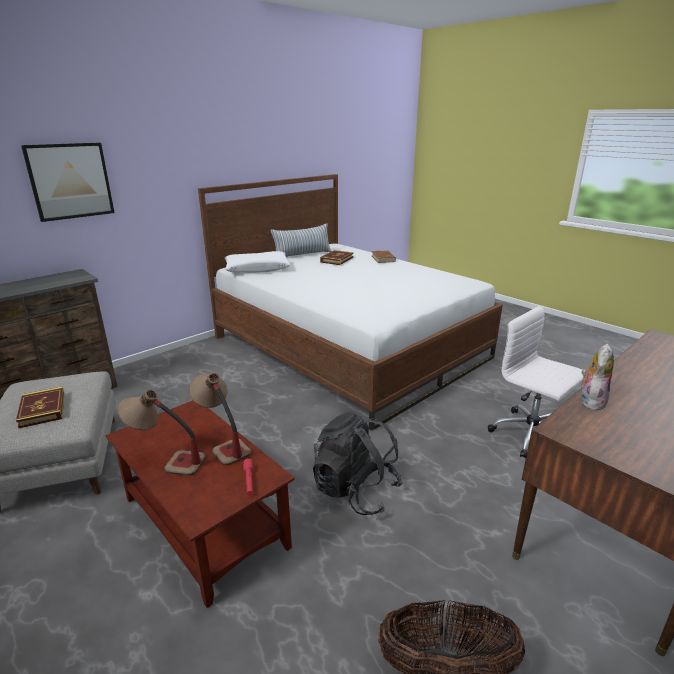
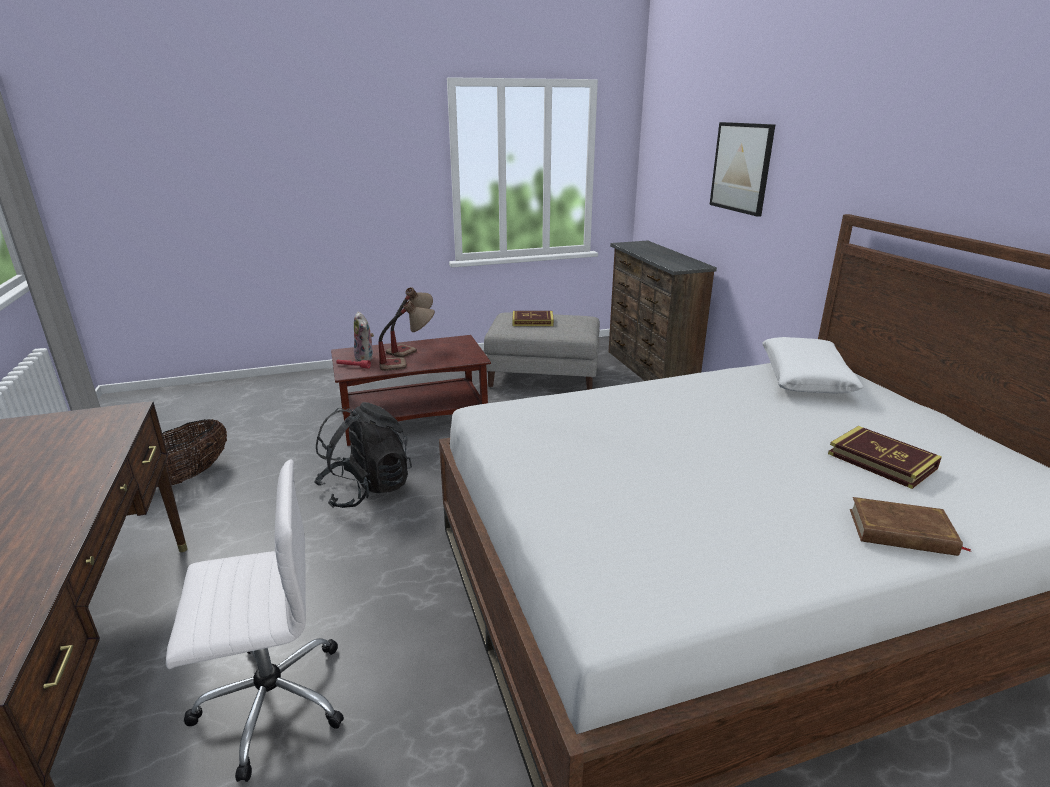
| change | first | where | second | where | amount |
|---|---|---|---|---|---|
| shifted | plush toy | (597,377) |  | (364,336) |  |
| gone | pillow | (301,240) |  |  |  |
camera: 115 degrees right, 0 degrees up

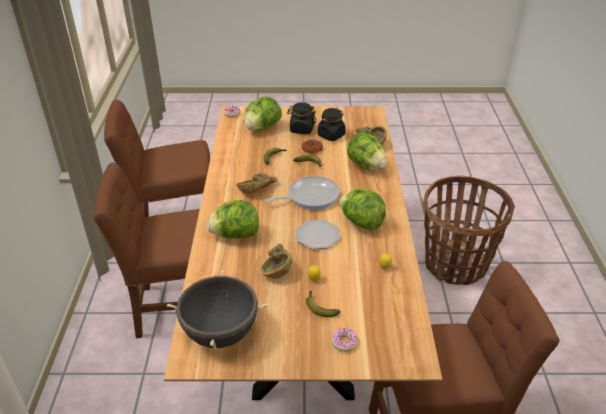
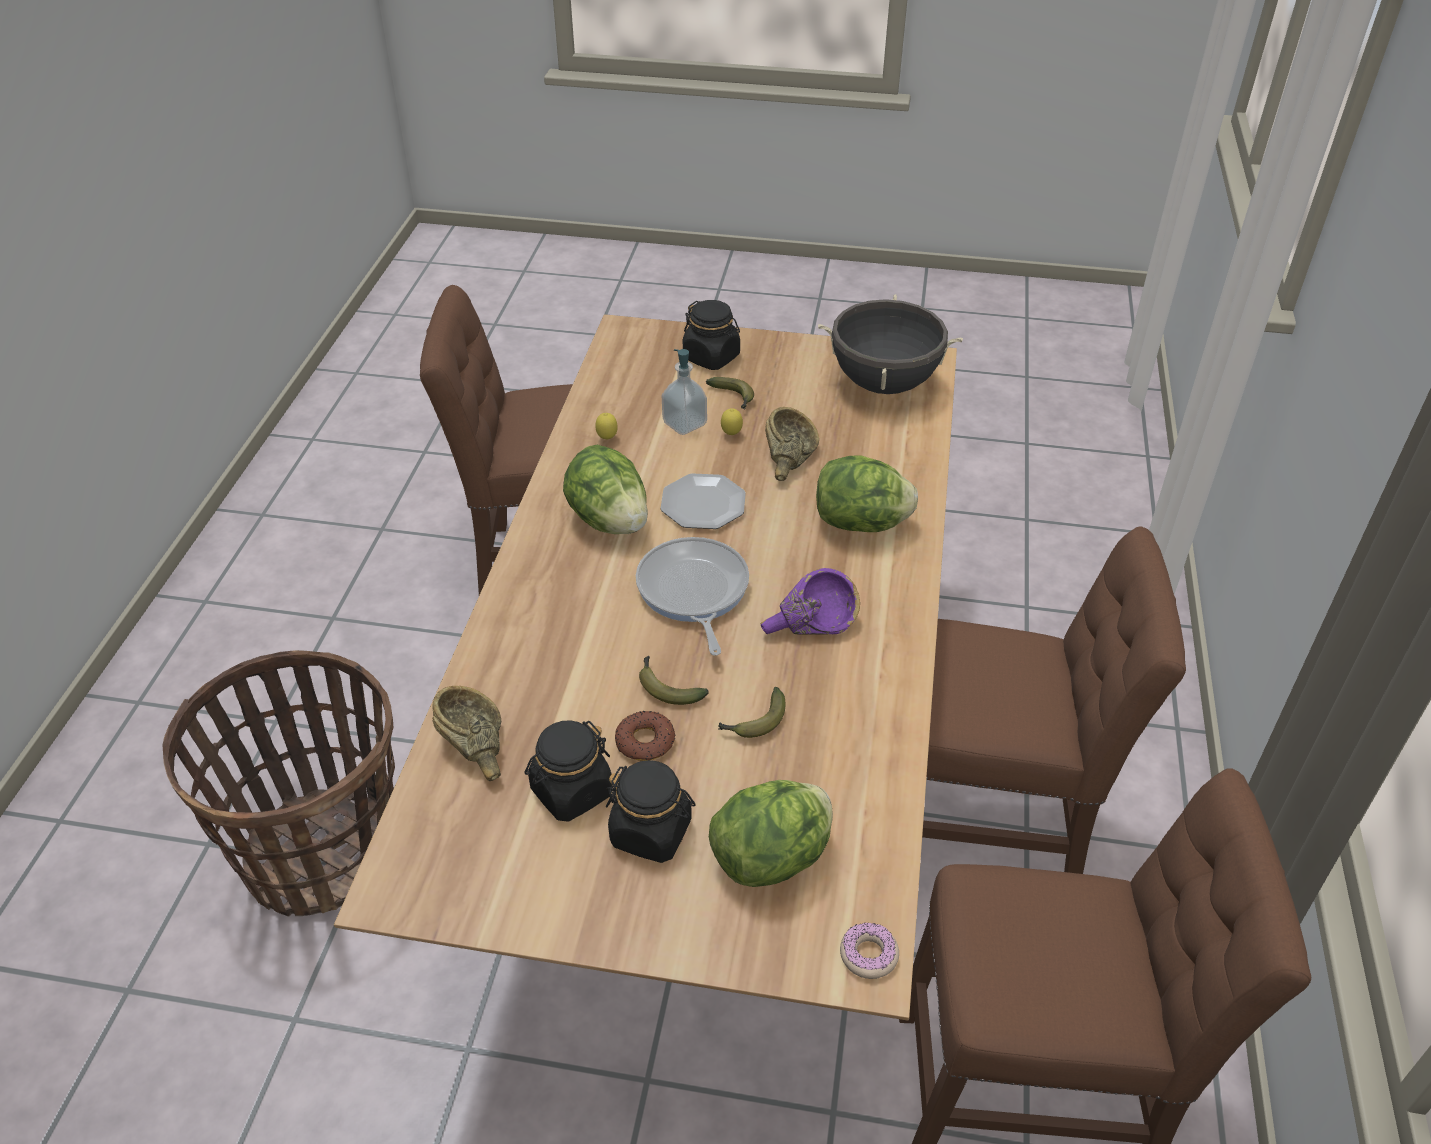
| change | first | where | second | where | amount |
|---|---|---|---|---|---|
| rotated | frying pan | (302,193) |  | (692,596) | 90 degrees clockwise |
| new |  |  | soap dispenser | (684,392) |  |
| swapped | donut | (344,340) | jar in black | (711,335) |  |
| repainted | bowl in brown | (257,183) | bowl in purple | (810,601) |  |
| gone | lettuce | (367,151) |  |  |  |
camera: 170 degrees left, 5 degrees up

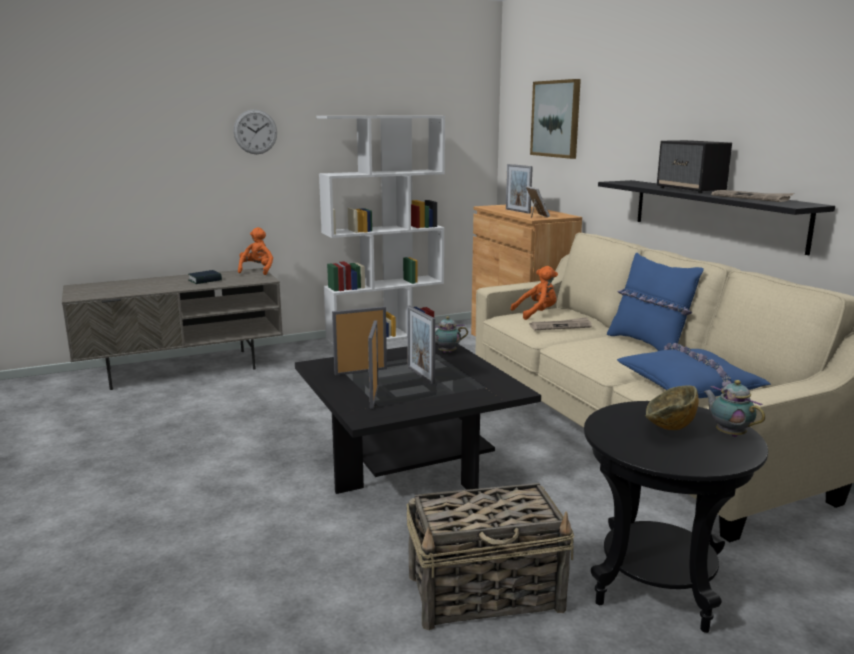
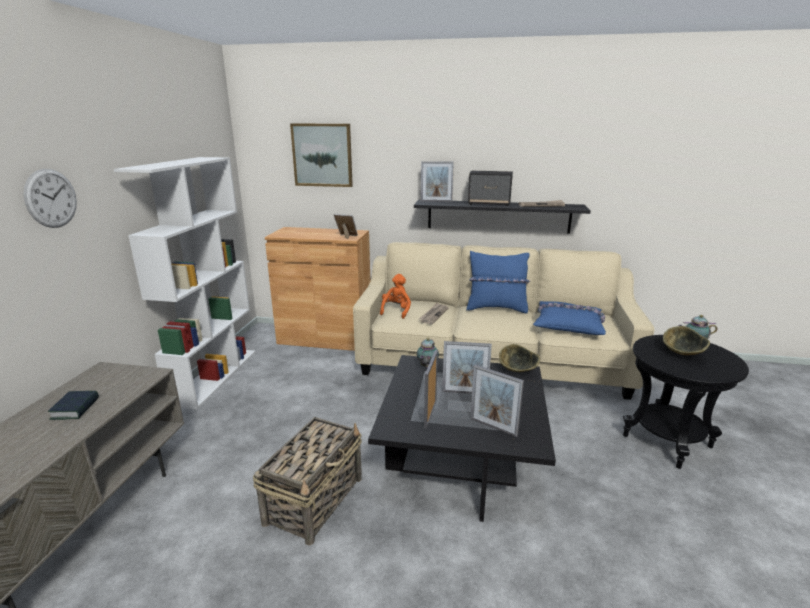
| change | first | where | second | where | amount |
|---|---|---|---|---|---|
| shifted | basket | (490,556) |  | (307,481) |  |
| shifted | picture frame | (519,189) |  | (437,181) |  |
| new |  |  | bowl | (519,358) |  |
| gone | plush toy in orange | (255,251) |  |  |  |
camera: 55 degrees left, 5 degrees up

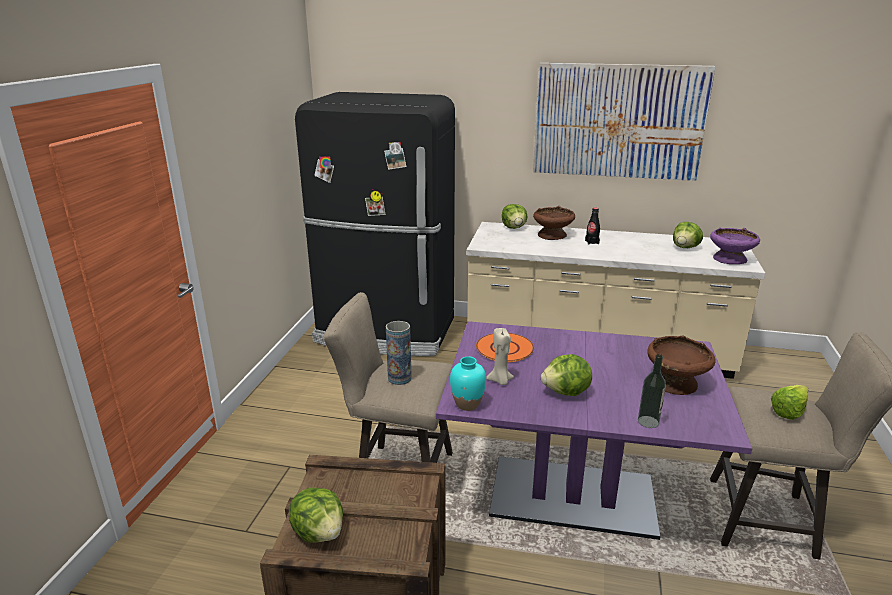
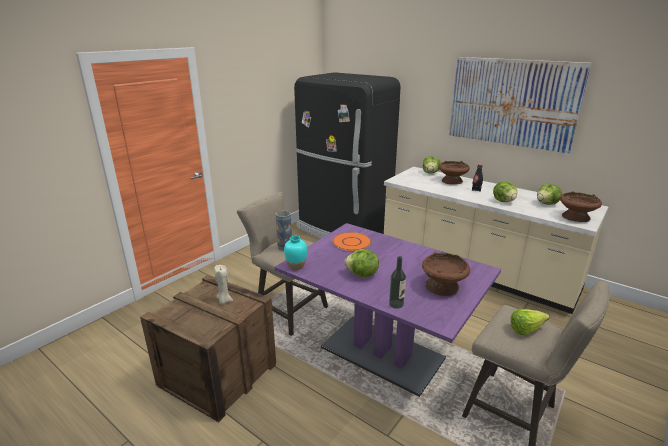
| change | first | where | second | where | amount |
|---|---|---|---|---|---|
| shifted | candle in beige | (500,356) |  | (223,284) |  |
| shifted | lettuce | (316,515) |  | (505,192) |  |
| repainted | bowl in purple | (735,245) | bowl in brown | (581,206) |  |
camera: 25 degrees right, 0 degrees up

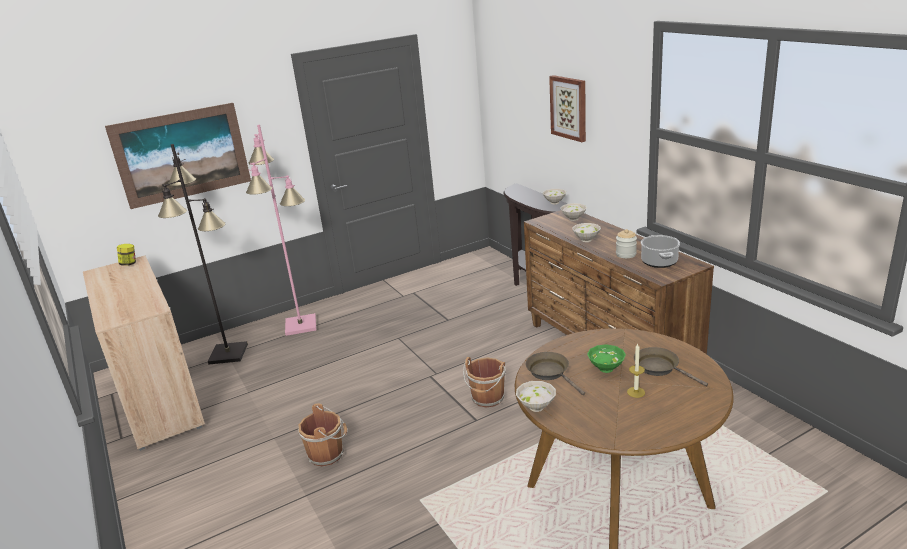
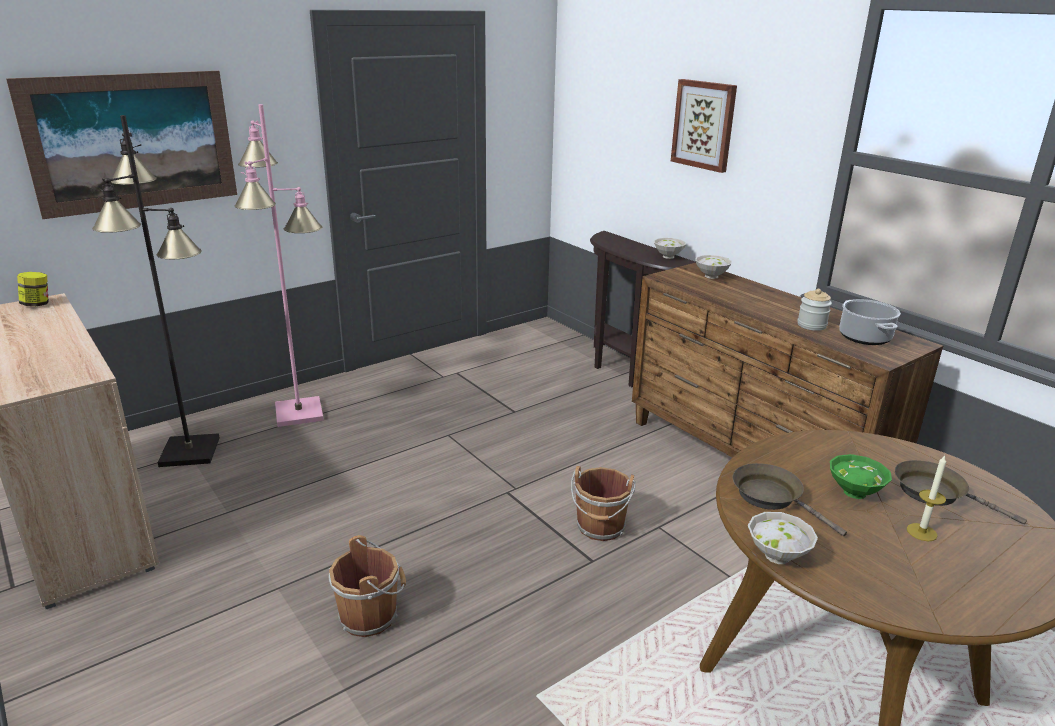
| change | first | where | second | where | amount |
|---|---|---|---|---|---|
| gone | bowl in white | (586,232) |  |  |  |
camera: 10 degrees left, 0 degrees up

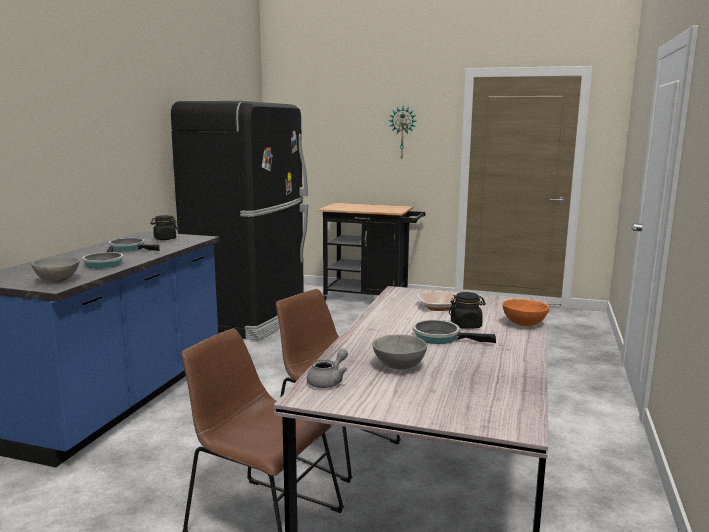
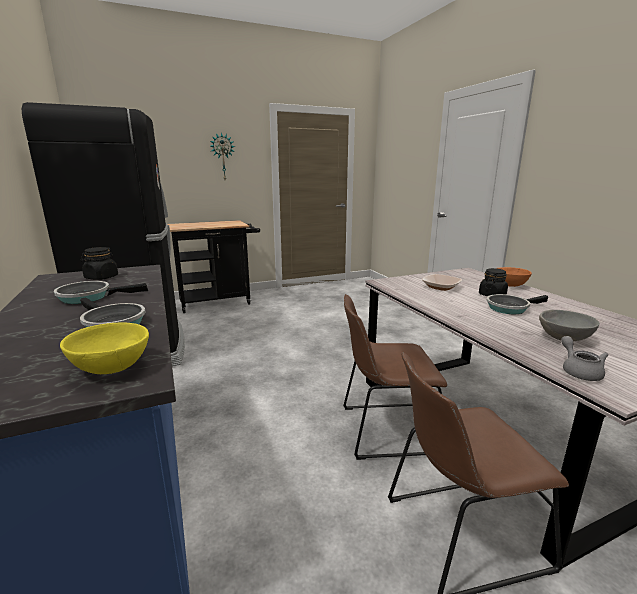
| change | first | where | second | where | amount |
|---|---|---|---|---|---|
| repainted | bowl in grey | (55,269) | bowl in yellow | (104,348) |  |
camera: 40 degrees left, 5 degrees up

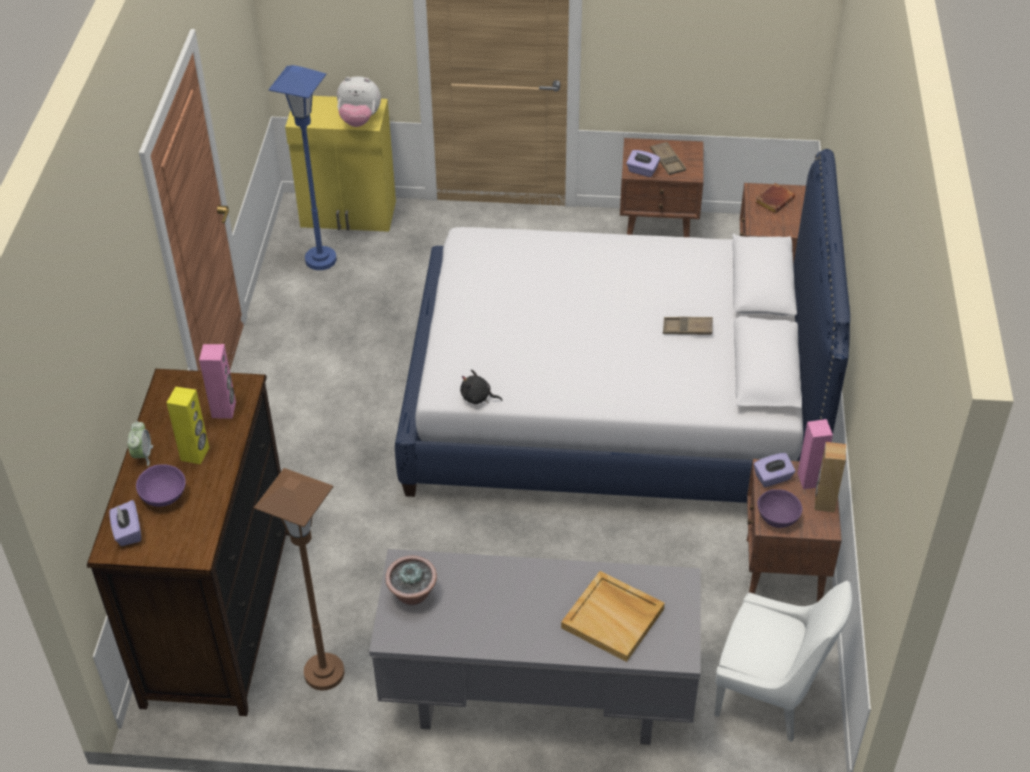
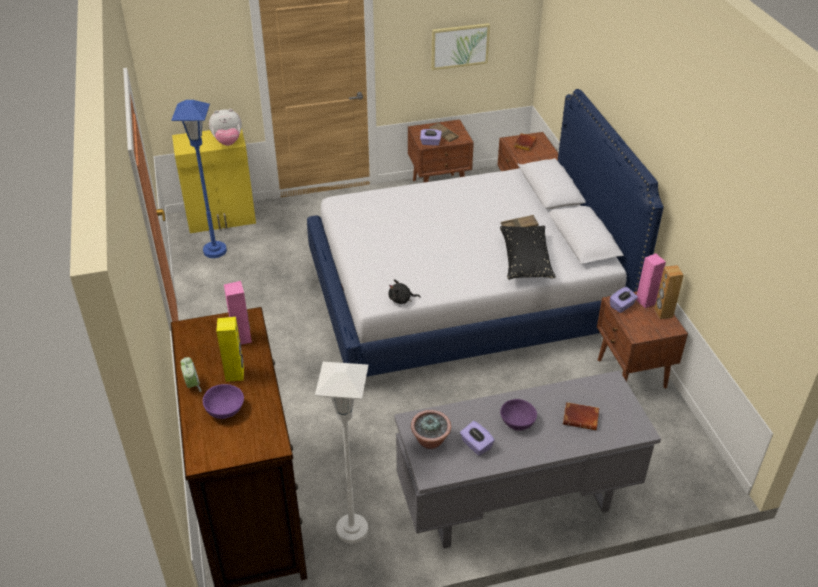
| change | first | where | second | where | amount |
|---|---|---|---|---|---|
| repainted | floor lamp in brown | (299,579) | floor lamp in white | (341,452) |  |
| new |  |  | picture | (460,46) |  |
| shifted | tissue box in purple | (125,523) |  | (477,438) |  |
| new |  |  | pillow in black | (528,253) |  |
| shifted | bowl in purple | (779,508) |  | (518,415) |  |
| swapped | tray in beige | (613,616) | book in brown | (581,416) |  |
| gone | chair in white | (783,661) |  |  |  |
camera: 20 degrees left, 5 degrees down

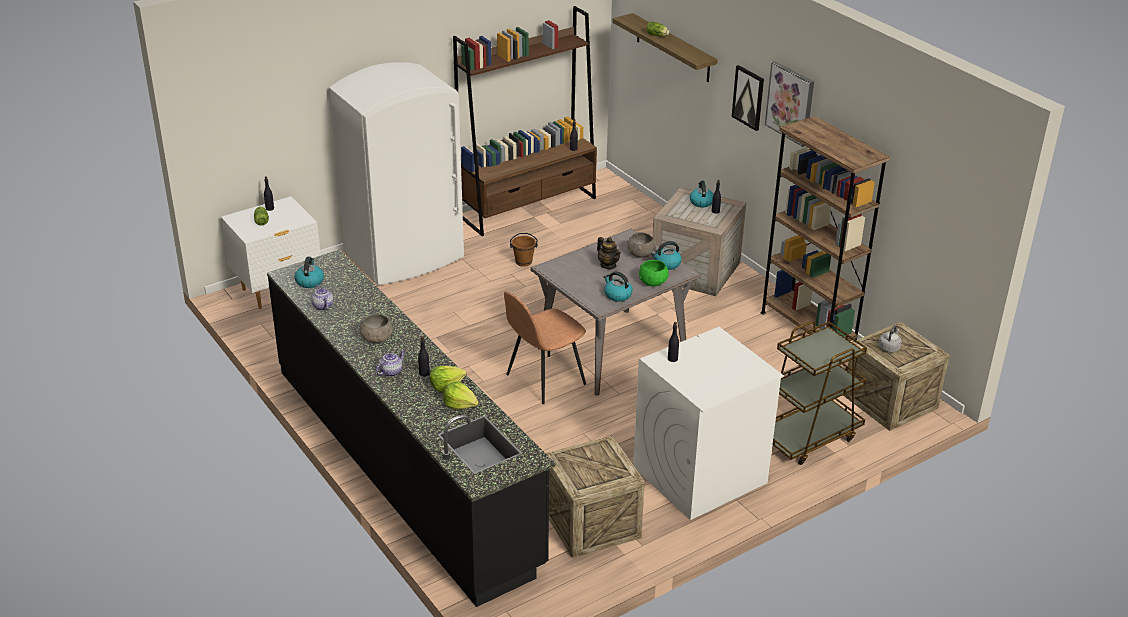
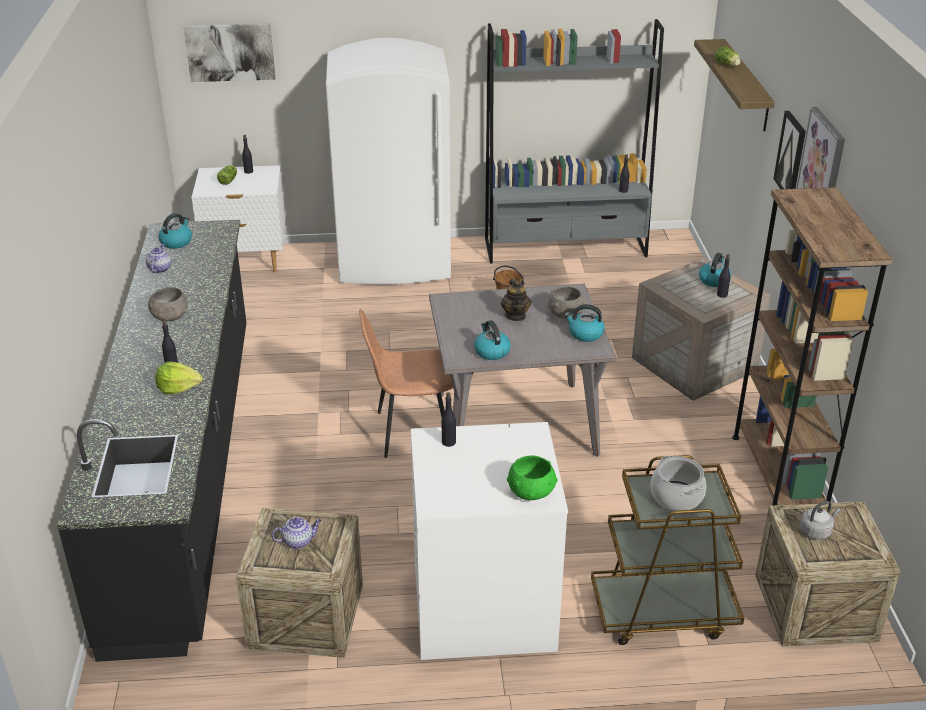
| change | first | where | second | where | amount |
|---|---|---|---|---|---|
| new |  |  | picture | (229,52) |  |
| shifted | teapot | (390,363) |  | (296,533) |  |
| repainted | bookcase in brown | (525,121) | bookcase in grey | (574,141) |  |
| shifted | bowl in green | (654,273) |  | (532,478) |  |
| new |  |  | cooking pot | (678,483) |  |
| gone | lettuce | (460,395) |  |  |  |
camera: 30 degrees right, 0 degrees up

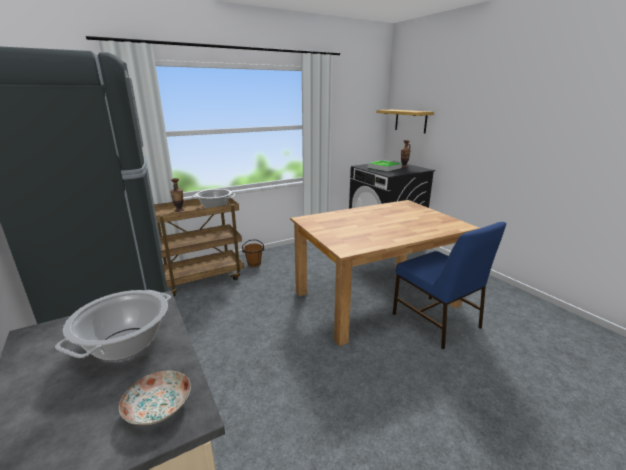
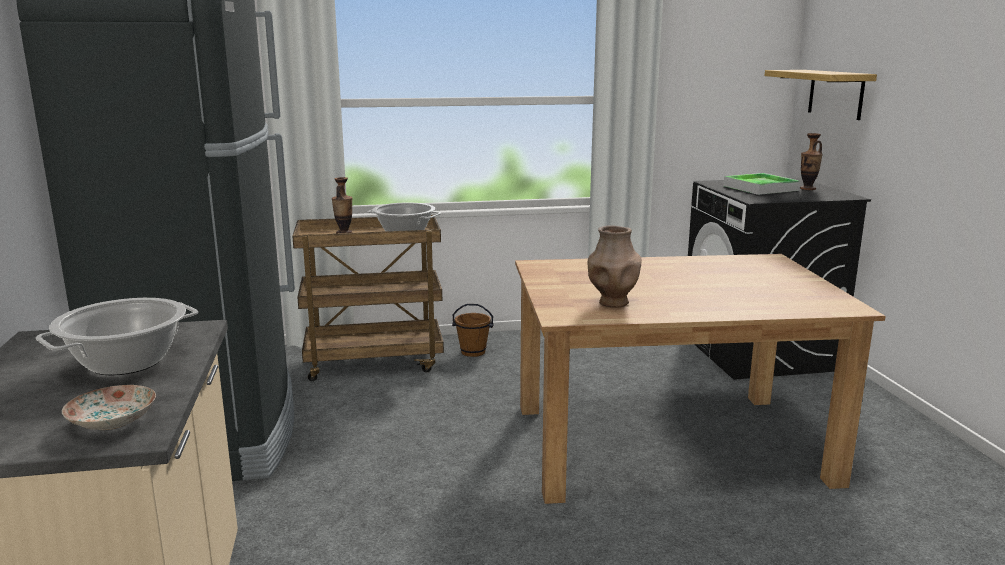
| change | first | where | second | where | amount |
|---|---|---|---|---|---|
| new |  |  | vase in brown | (615,266) |  |
| gone | chair in blue | (449,285) |  |  |  |
camera: 20 degrees right, 5 degrees down

